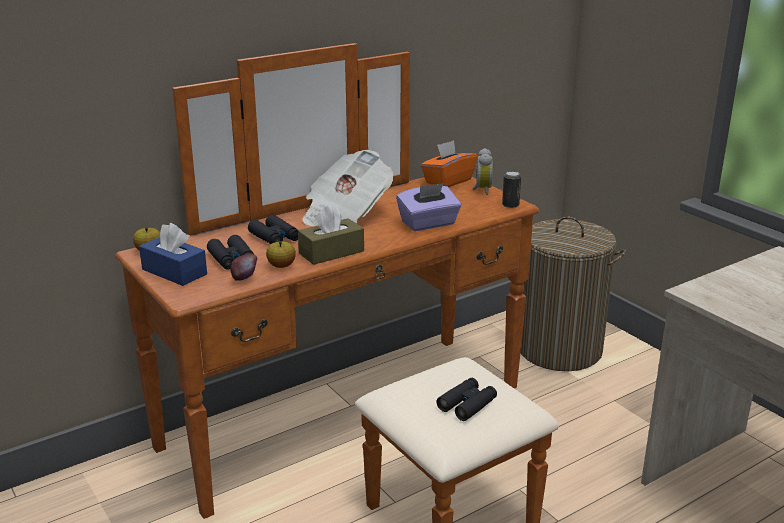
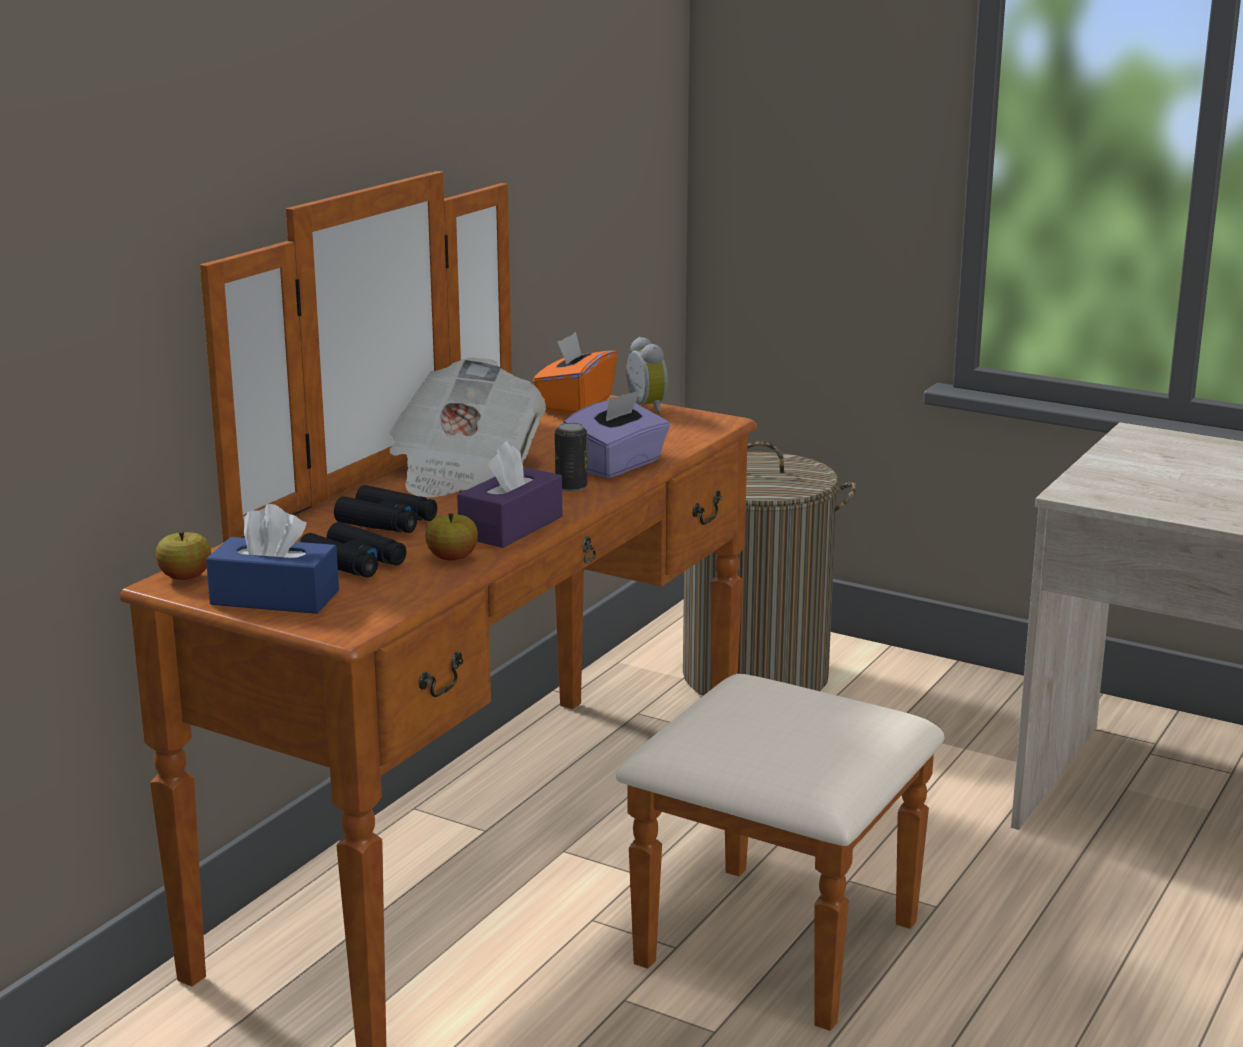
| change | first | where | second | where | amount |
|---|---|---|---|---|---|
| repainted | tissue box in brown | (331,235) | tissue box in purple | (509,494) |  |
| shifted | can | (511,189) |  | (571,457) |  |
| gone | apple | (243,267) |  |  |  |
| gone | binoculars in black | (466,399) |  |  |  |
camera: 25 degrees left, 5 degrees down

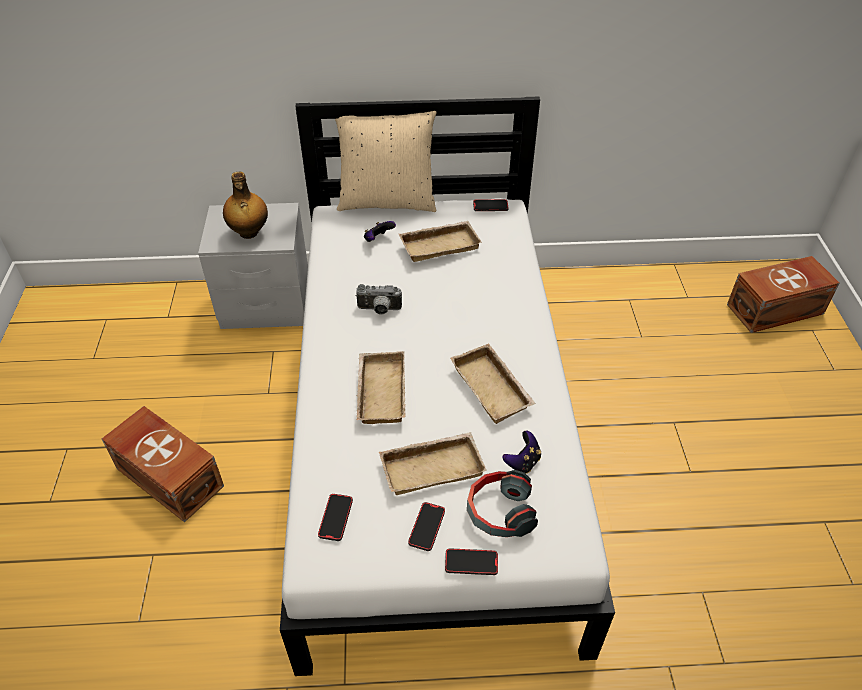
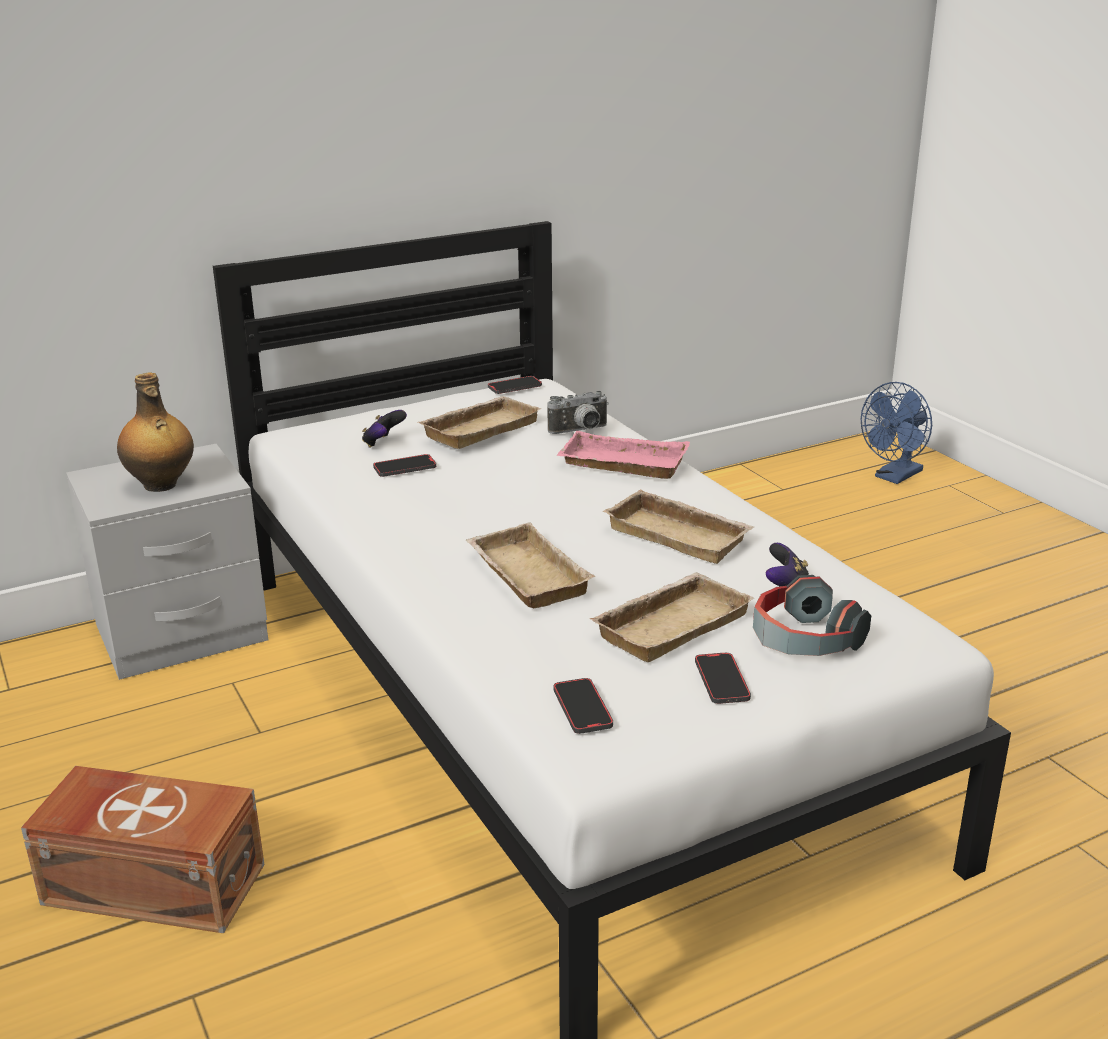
| change | first | where | second | where | amount |
|---|---|---|---|---|---|
| shifted | phone | (471,561) |  | (404,465) |  |
| shifted | photo camera | (379,299) |  | (578,412) |  |
| new |  |  | tray in pink | (623,455) |  |
| swapped | storage box in brown | (783,294) | fan in blue | (896,433) |  |
| gone | pillow in beige | (385,161) |  |  |  |
camera: 25 degrees left, 20 degrees down

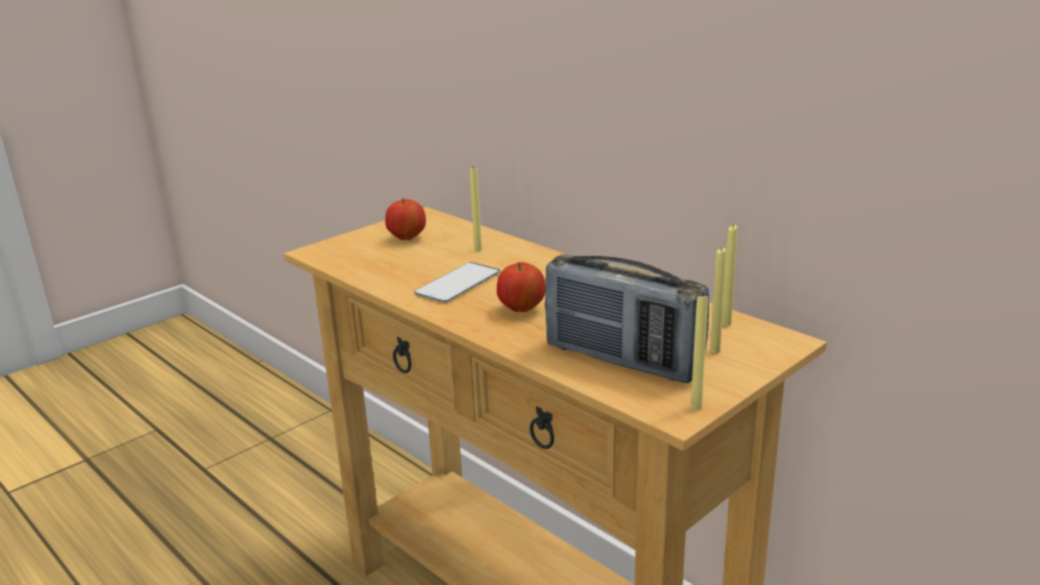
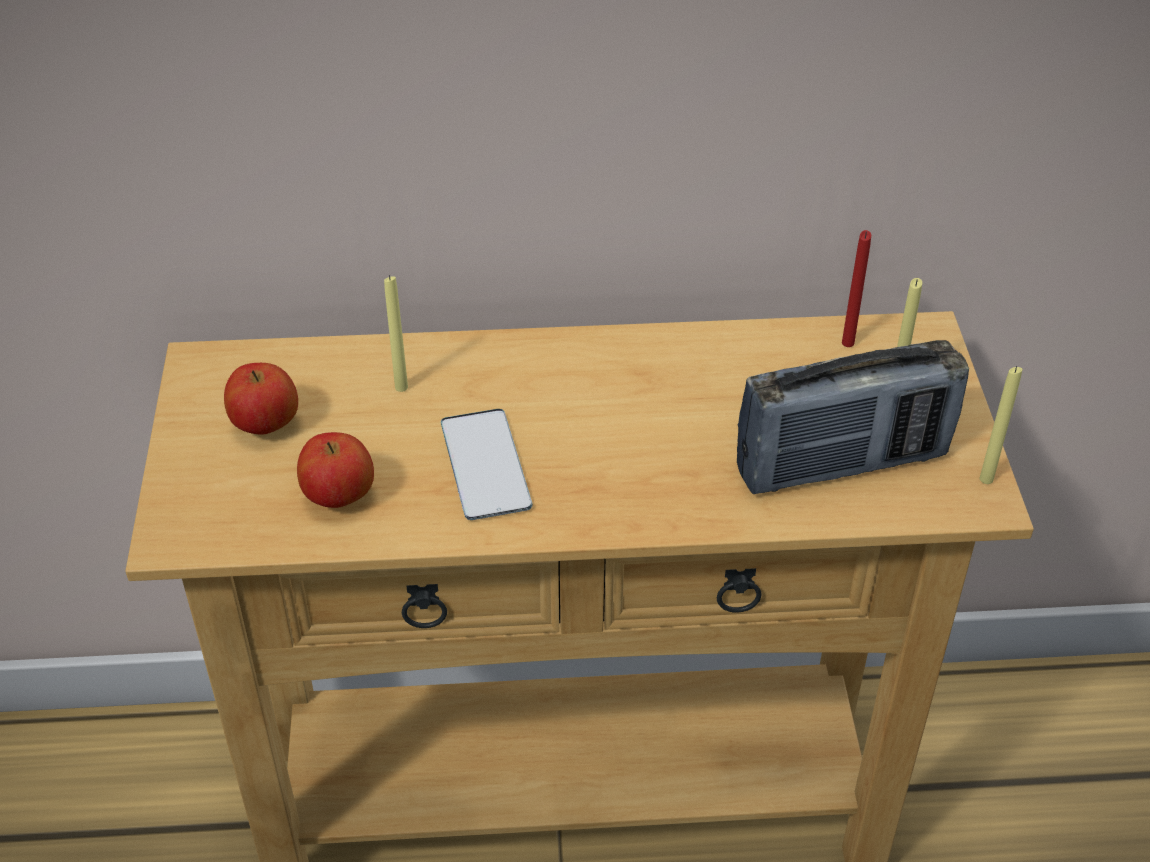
| change | first | where | second | where | amount |
|---|---|---|---|---|---|
| shifted | apple | (521,287) |  | (335,470) |  |
| repainted | candle in yellow | (729,275) | candle in red | (856,288) |  |
camera: 50 degrees left, 20 degrees up

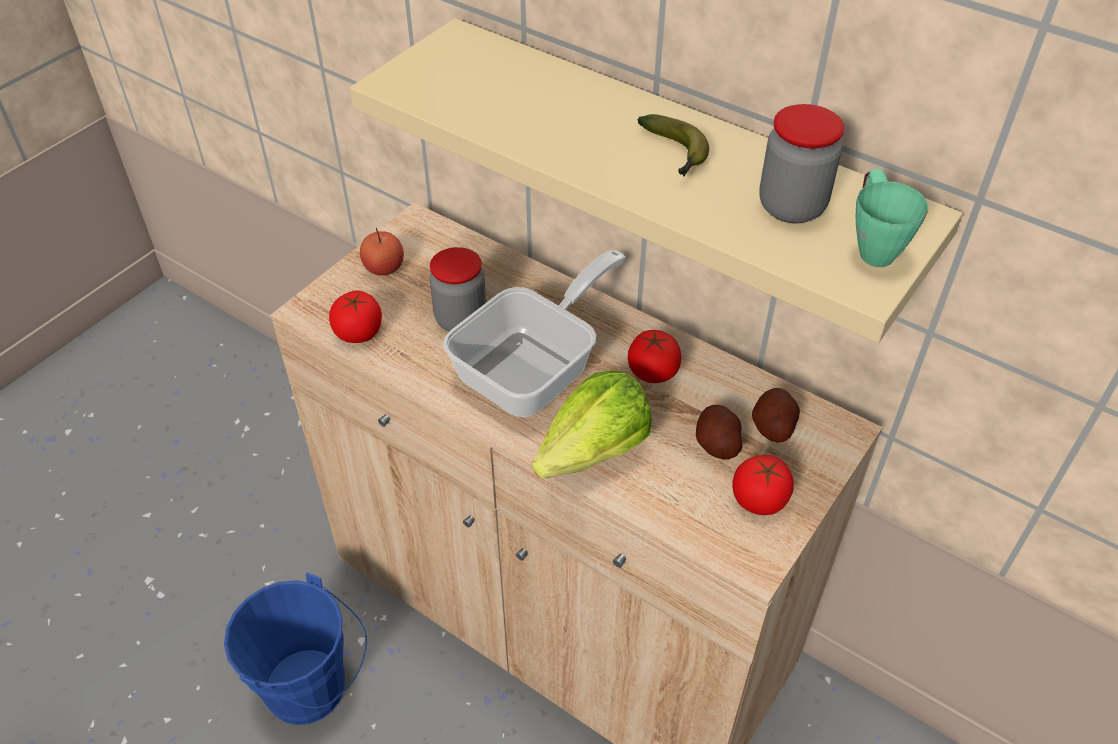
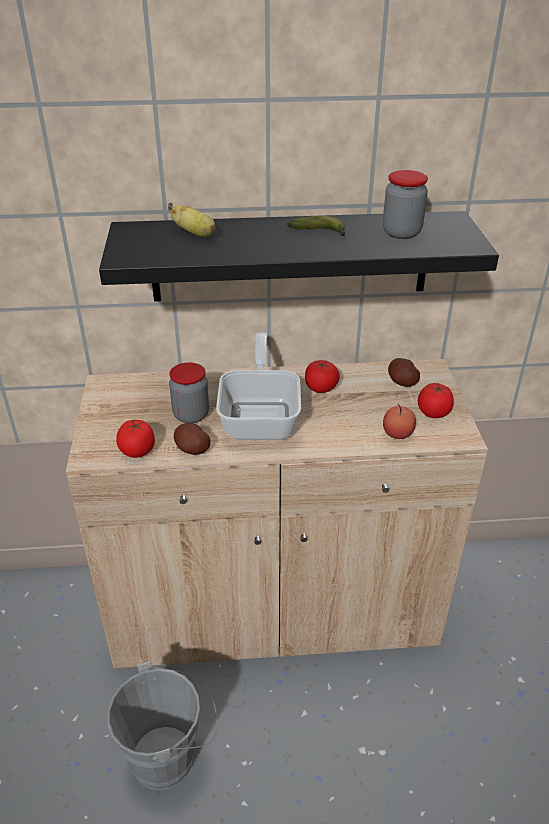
| change | first | where | second | where | amount |
|---|---|---|---|---|---|
| repainted | shelf in beige | (656,180) | shelf in black | (299,256) |  |
| repainted | bucket in blue | (295,649) | bucket in grey | (162,725) |  |
| new |  |  | banana | (191,220) |  |
| shifted | potato | (719,432) |  | (192,439) |  |
| shifted | apple | (382,251) |  | (399,421) |  |
| gone | lettuce | (591,424) |  |  |  |
| gone | mug in green | (892,218) |  |  |  |
camera: 40 degrees left, 10 degrees down

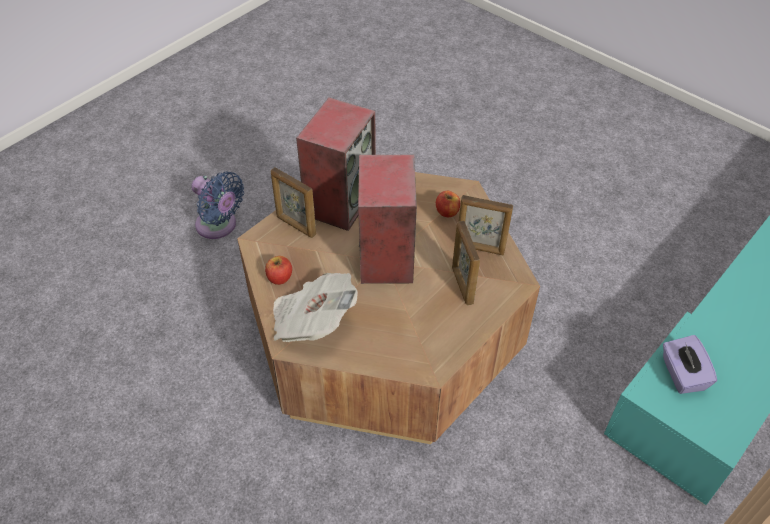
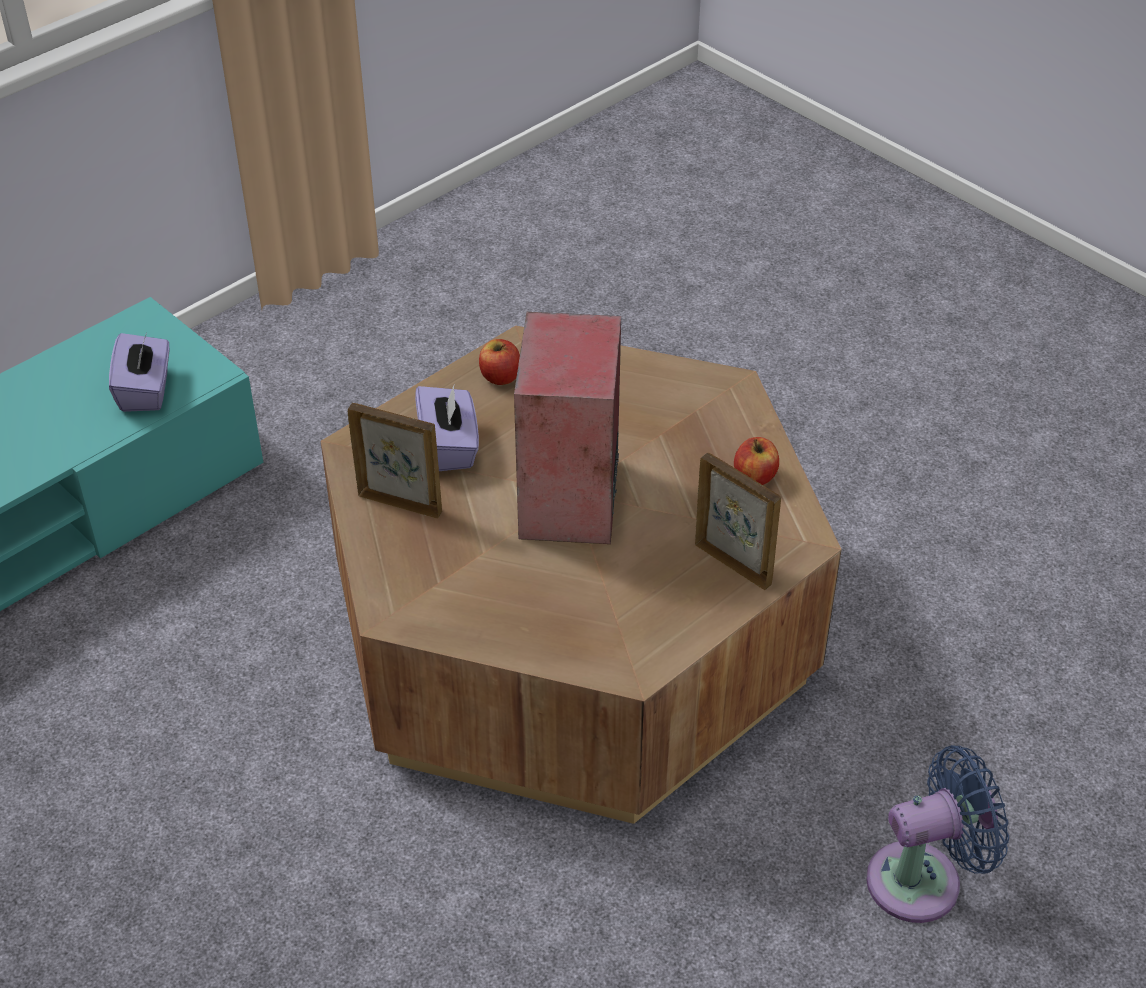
| change | first | where | second | where | amount |
|---|---|---|---|---|---|
| swapped | picture frame | (466,263) | tissue box in purple | (447,427) |  |
| shifted | apple | (448,204) |  | (499,362) |  |
| rotated | fan in blue | (217,205) |  | (937,834) | 120 degrees clockwise |
| gone | newspaper | (315,307) |  |  |  |
| gone | speaker | (336,164) |  |  |  |
camera: 175 degrees left, 5 degrees down

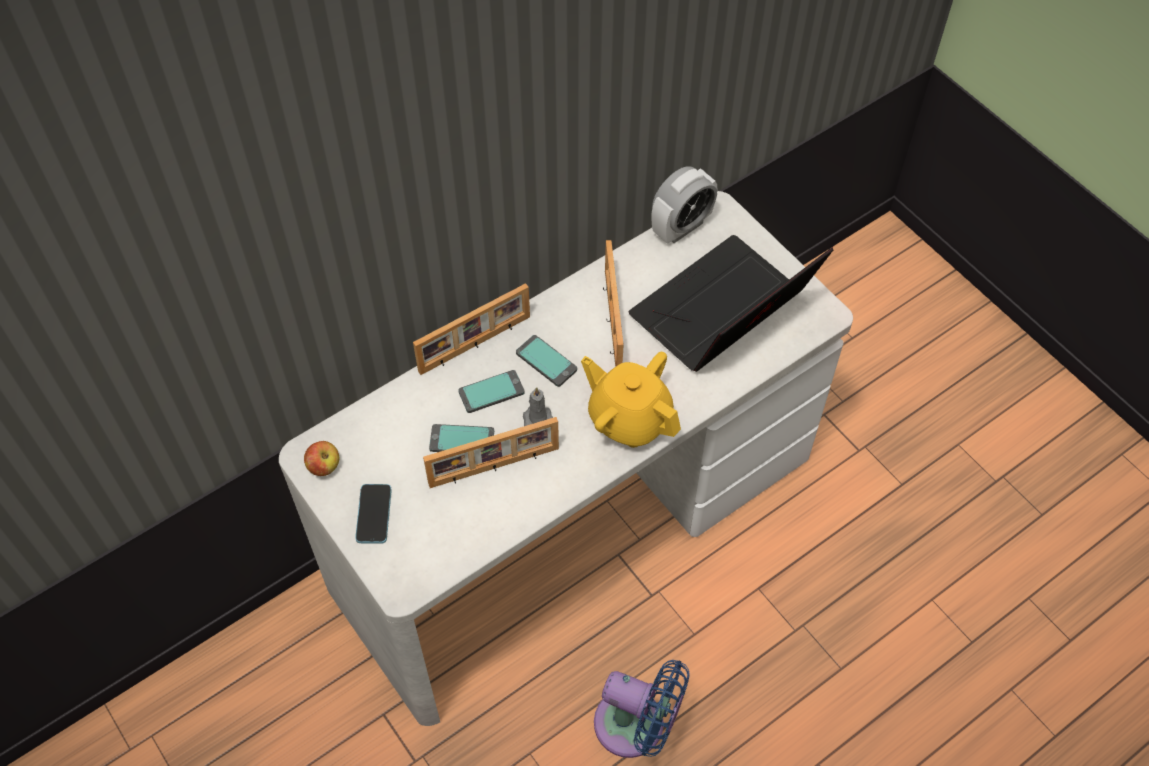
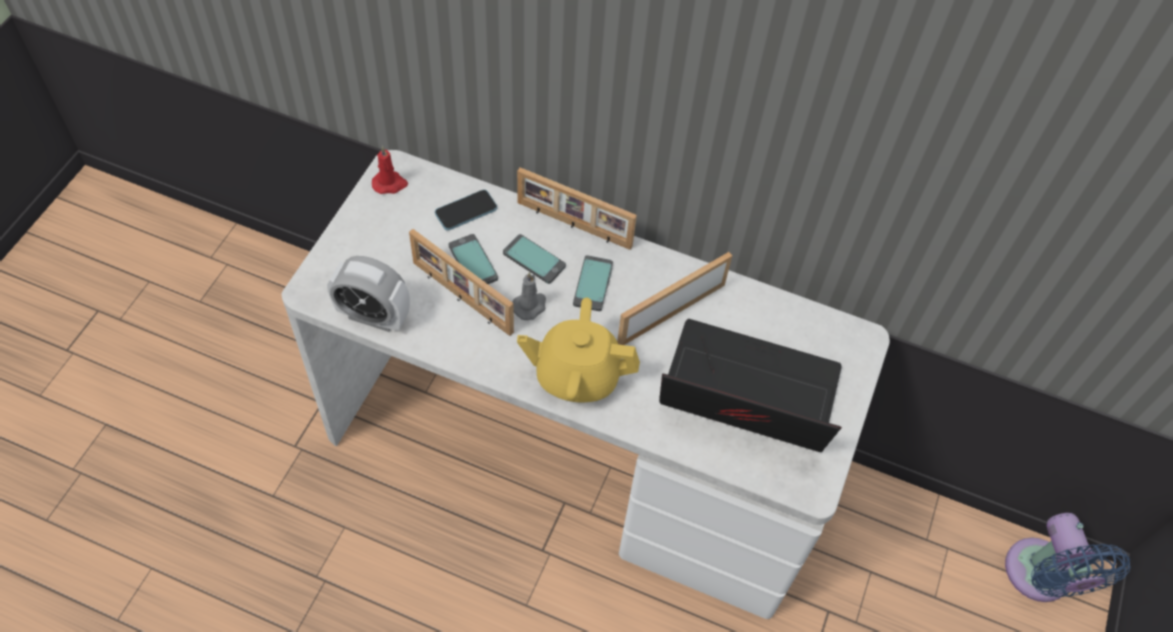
| change | first | where | second | where | amount |
|---|---|---|---|---|---|
| shifted | alarm clock | (684,205) |  | (368,294) |  |
| swapped | apple | (321,458) | candle in red | (390,170) |  |
| shifted | phone | (373,514) |  | (466,210) |  |
| rotated | teapot in yellow | (631,400) |  | (578,350) | 90 degrees counterclockwise |
| shifted | fan in blue | (642,709) |  | (1068,557) |  |
camera: 55 degrees right, 0 degrees up

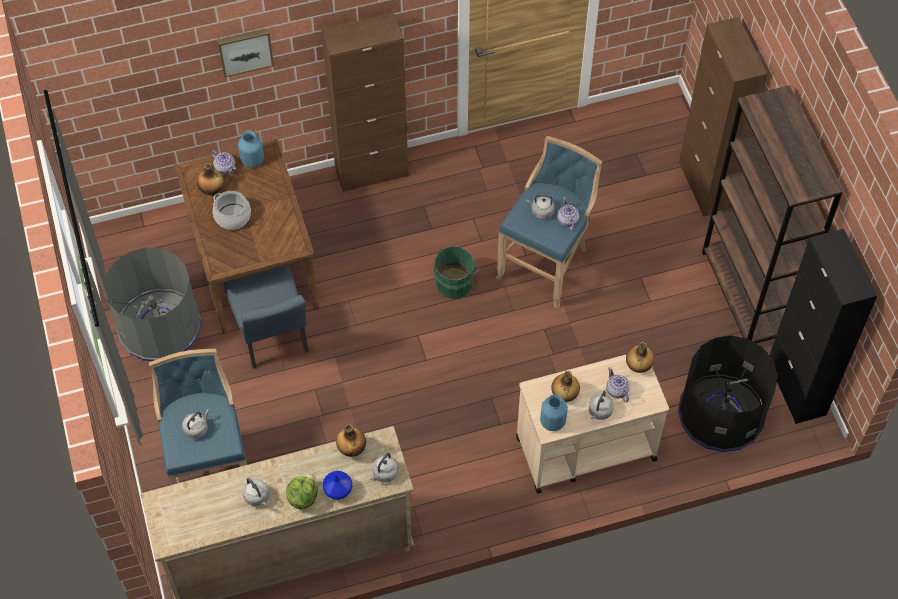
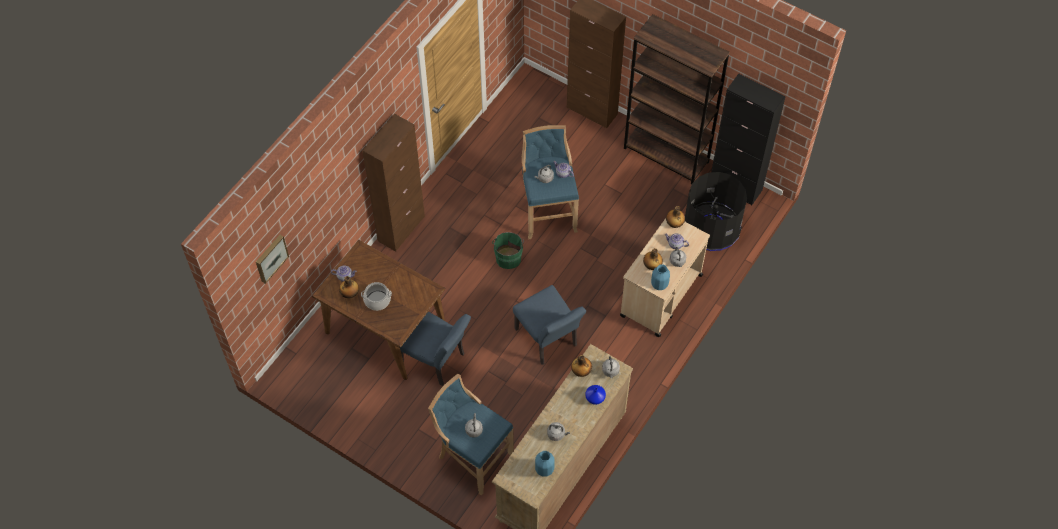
| change | first | where | second | where | amount |
|---|---|---|---|---|---|
| shifted | picture | (245,53) |  | (272,259) |  |
| new |  |  | chair in blue | (549,325) |  |
| shifted | vase in blue | (251,149) |  | (545,464) |  |
| gone | trash can in grey | (154,304) |  |  |  |
| gone | lettuce | (302,492) |  |  |  |
camera: 40 degrees left, 0 degrees up

